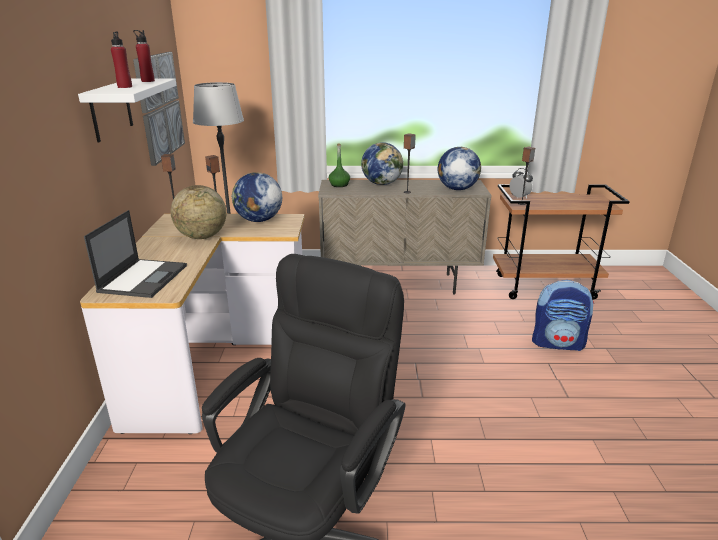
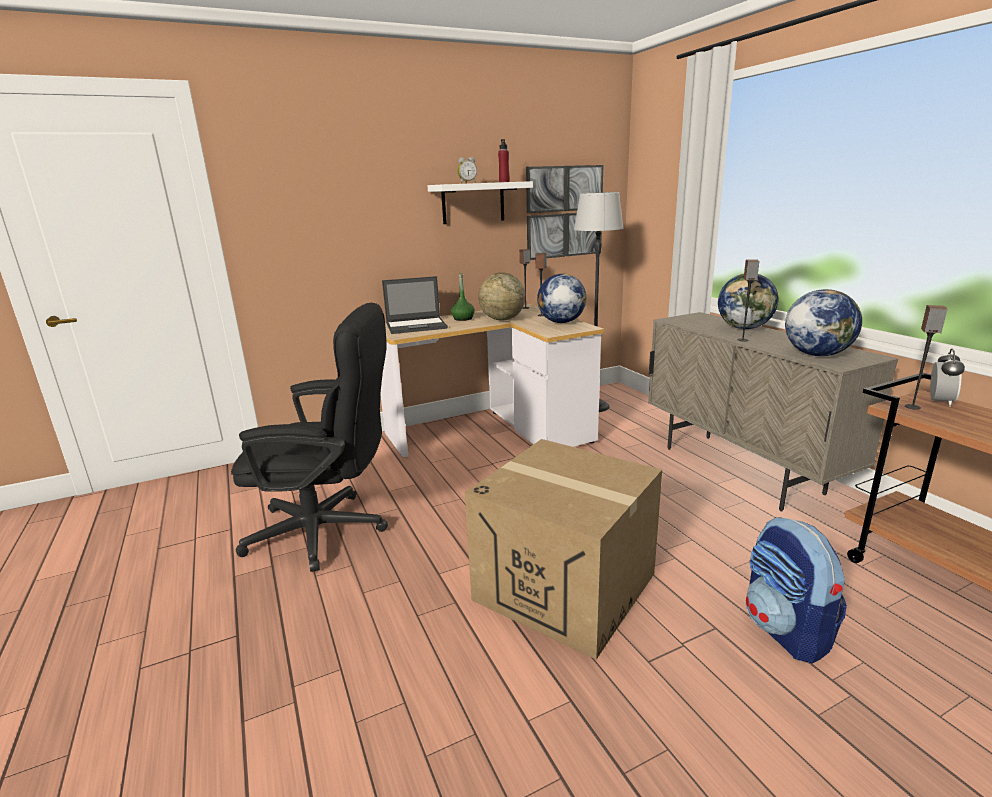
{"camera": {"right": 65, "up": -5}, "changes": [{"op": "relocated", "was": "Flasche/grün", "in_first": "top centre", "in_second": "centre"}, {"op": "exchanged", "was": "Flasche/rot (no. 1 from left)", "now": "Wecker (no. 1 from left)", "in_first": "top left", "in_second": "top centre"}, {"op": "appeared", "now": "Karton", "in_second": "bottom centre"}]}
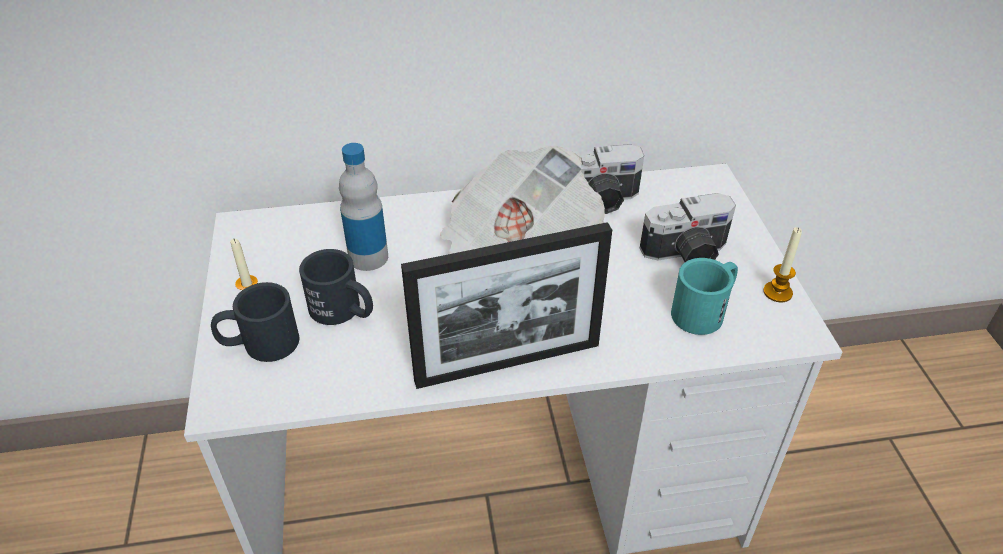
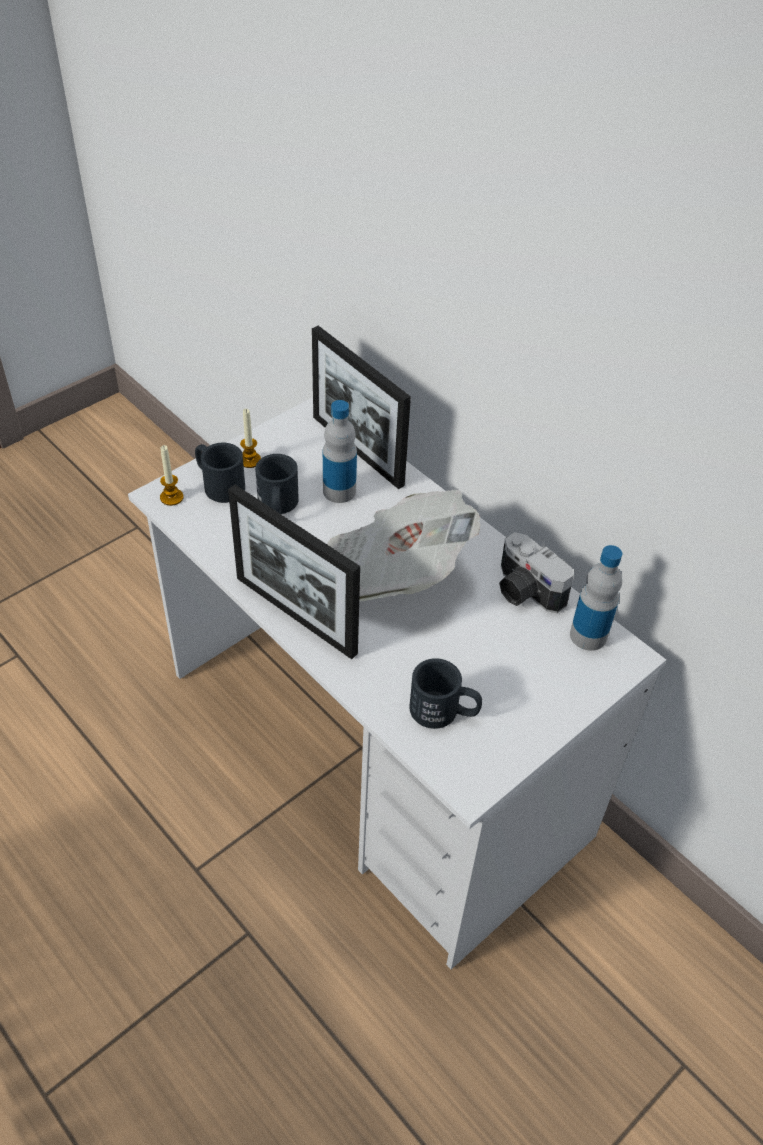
{"camera": {"right": 55, "up": 5}, "changes": [{"op": "relocated", "was": "Kerze (no. 2 from left in the first image)", "now": "Kerze (no. 1 from left)", "in_first": "middle right", "in_second": "middle left"}, {"op": "appeared", "now": "Bilderrahmen (no. 2 from left)", "in_second": "centre"}, {"op": "colour", "was": "Henkelbecher/türkis", "now": "Henkelbecher/schwarz (no. 3 from left)", "in_first": "middle right", "in_second": "centre"}, {"op": "appeared", "now": "Flasche (no. 2 from left)", "in_second": "middle right"}, {"op": "missing", "was": "Kamera (no. 2 from left)", "in_first": "middle right"}]}
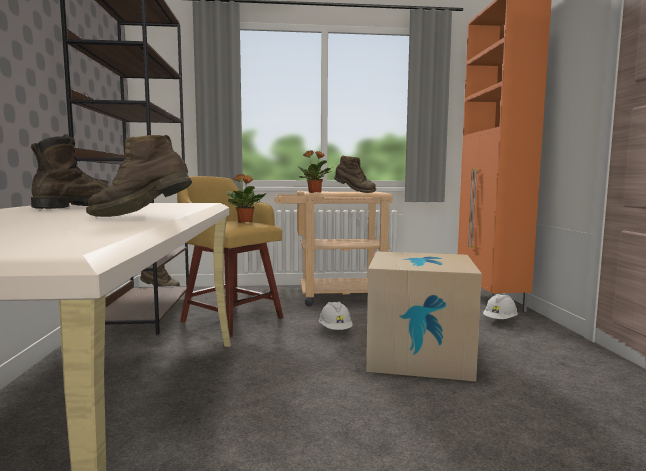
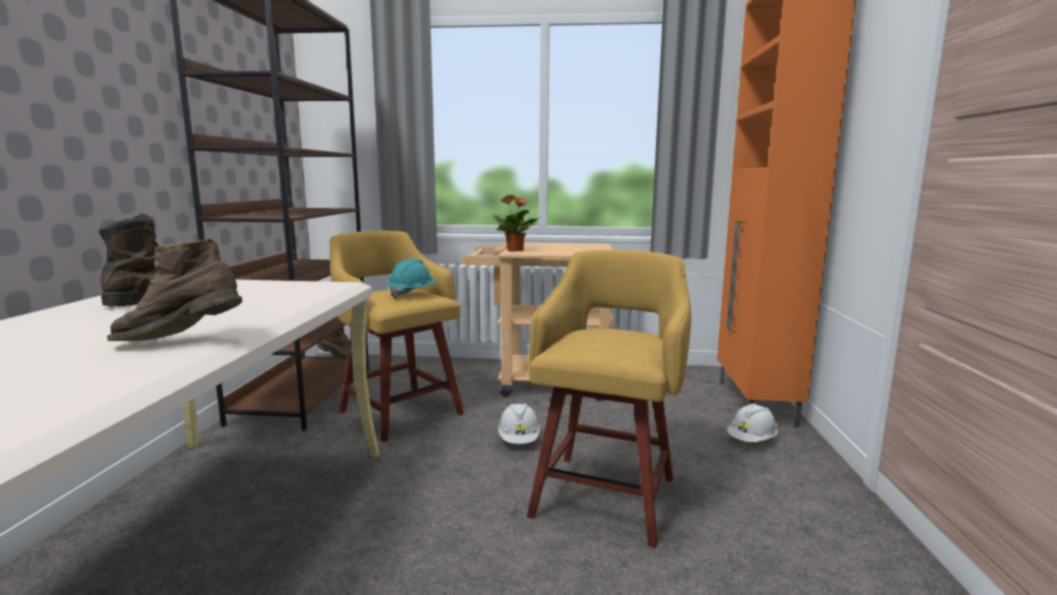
{"camera": {"right": 10, "up": 5}, "changes": [{"op": "exchanged", "was": "Topfpflanze (no. 1 from left)", "now": "Schutzhelm/türkis", "in_first": "centre", "in_second": "centre"}, {"op": "exchanged", "was": "Karton", "now": "Hocker/gelb (no. 2 from left)", "in_first": "bottom centre", "in_second": "bottom centre"}, {"op": "missing", "was": "Stiefel/braun (no. 4 from left)", "in_first": "centre"}]}
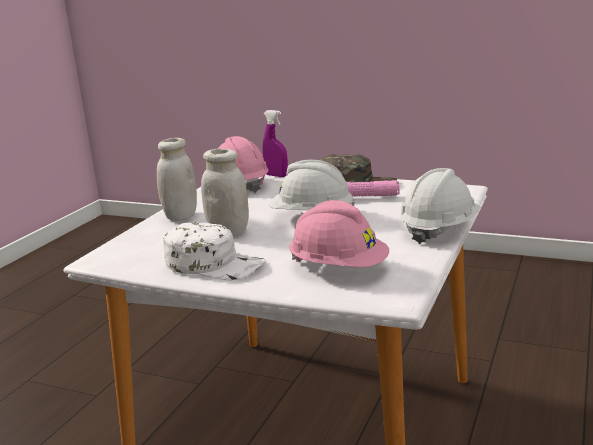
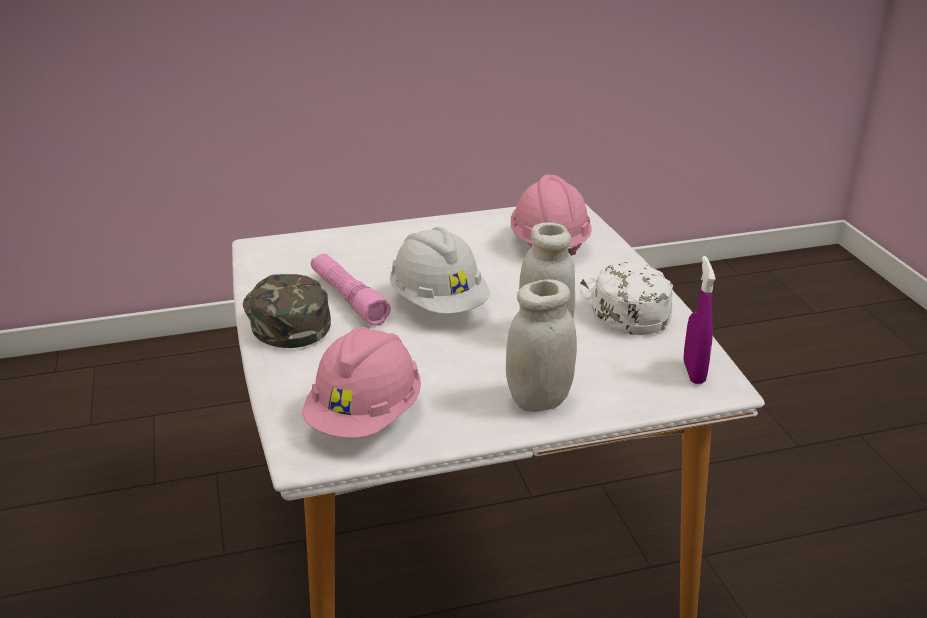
{"camera": {"right": -130, "up": 10}, "changes": [{"op": "relocated", "was": "Sprühflasche/lila", "in_first": "top centre", "in_second": "middle right"}, {"op": "missing", "was": "Schutzhelm/weiß (no. 2 from left)", "in_first": "middle right"}]}
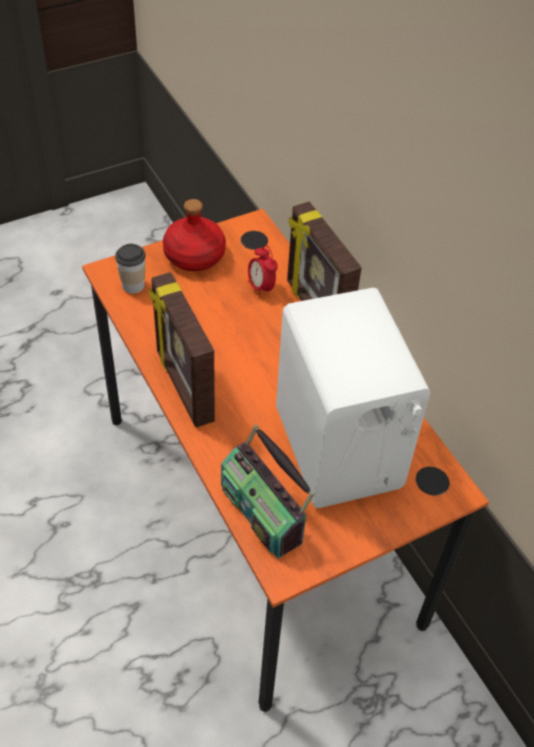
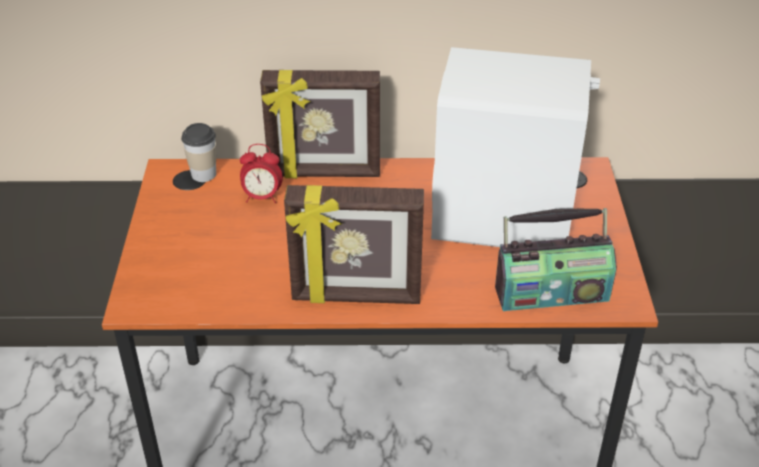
{"camera": {"right": -60, "up": -10}, "changes": [{"op": "relocated", "was": "Tasse", "in_first": "middle left", "in_second": "top left"}, {"op": "missing", "was": "Flasche/rot", "in_first": "top centre"}]}
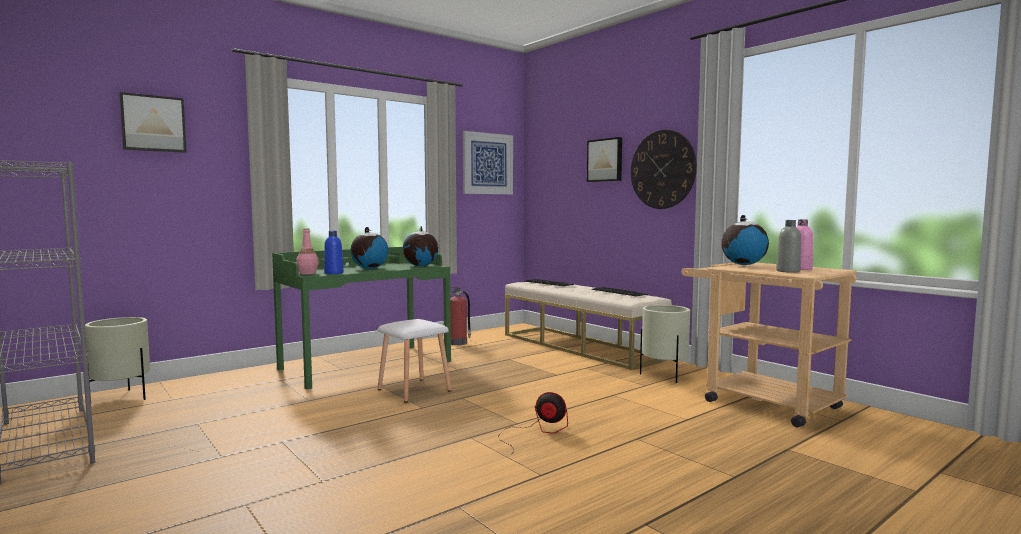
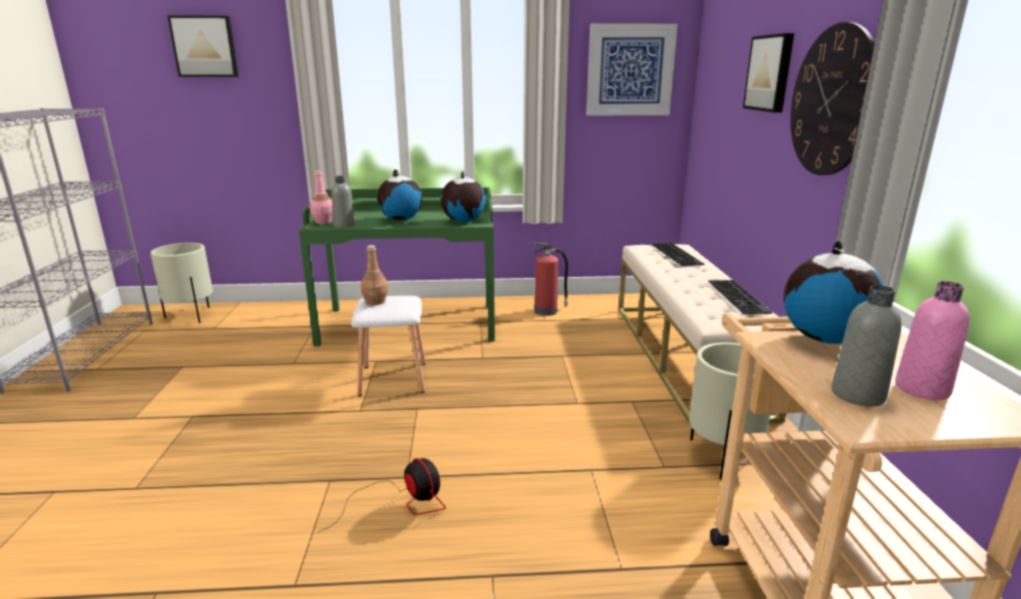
{"camera": {"right": 35, "up": 15}, "changes": [{"op": "colour", "was": "Flasche/blau", "now": "Flasche/grau (no. 1 from left)", "in_first": "middle left", "in_second": "centre"}, {"op": "appeared", "now": "Flasche/braun", "in_second": "centre"}]}
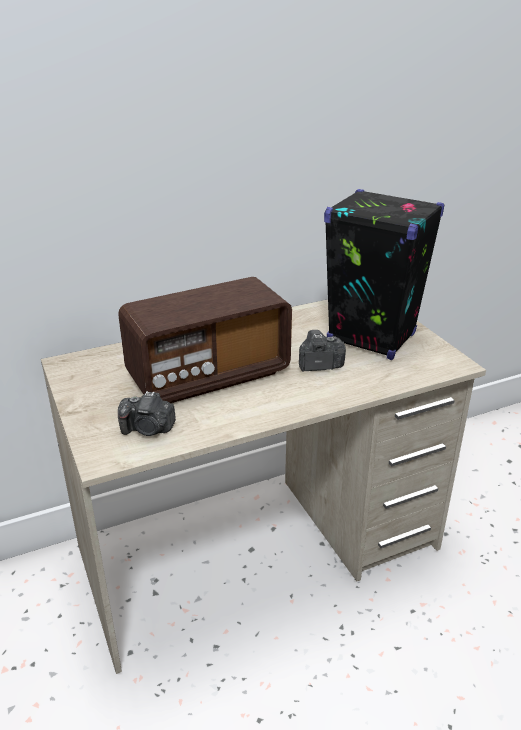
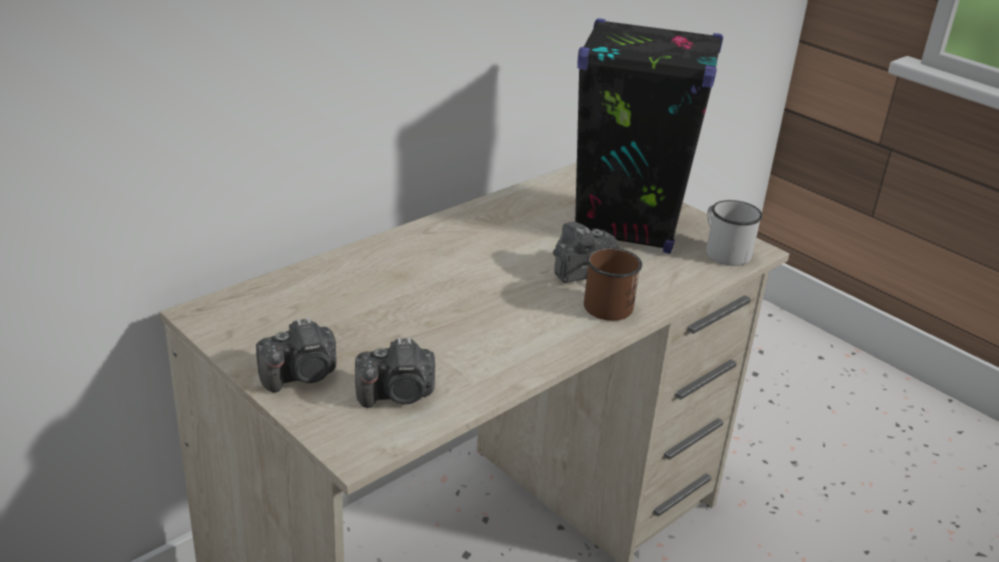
{"camera": {"right": -20, "up": 0}, "changes": [{"op": "appeared", "now": "Kamera (no. 1 from left)", "in_second": "middle left"}, {"op": "appeared", "now": "Henkelbecher/braun", "in_second": "centre"}, {"op": "appeared", "now": "Henkelbecher/weiß", "in_second": "middle right"}, {"op": "missing", "was": "Radio", "in_first": "centre"}]}
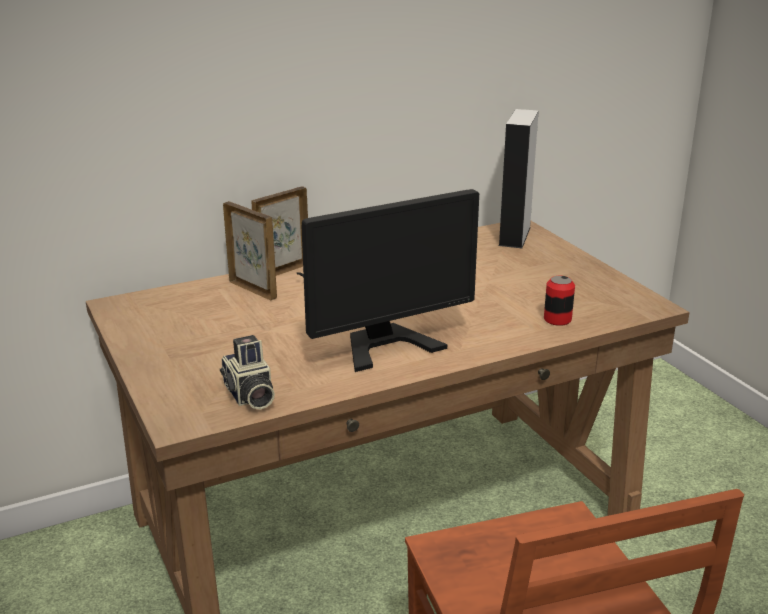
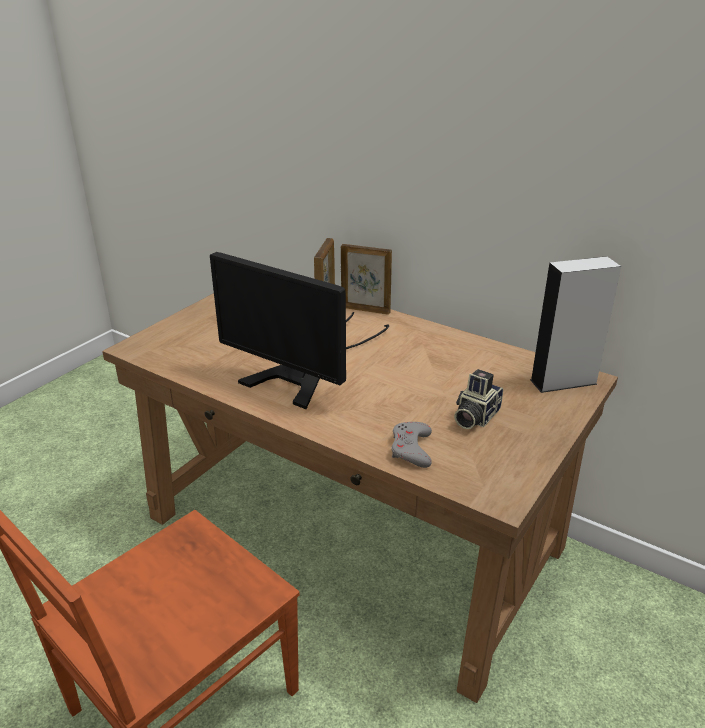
{"camera": {"right": 60, "up": 5}, "changes": [{"op": "exchanged", "was": "Dose", "now": "Gamepad/grau", "in_first": "middle right", "in_second": "centre"}, {"op": "relocated", "was": "Kamera", "in_first": "middle left", "in_second": "middle right"}]}
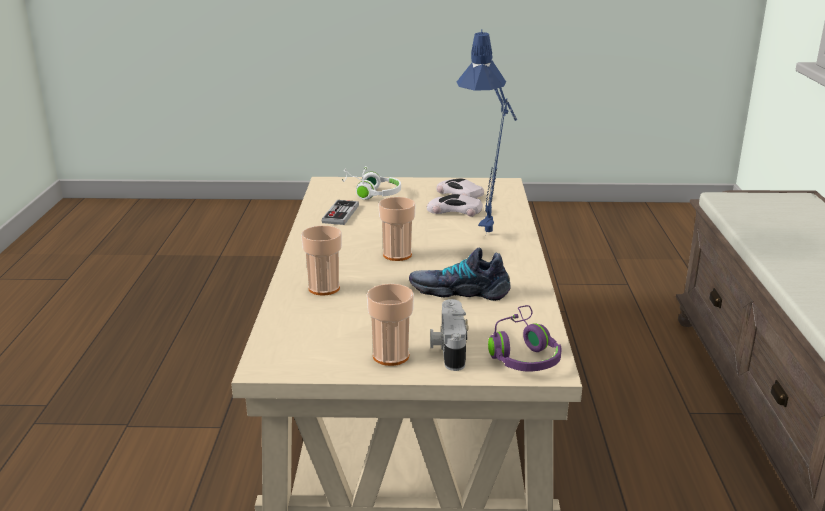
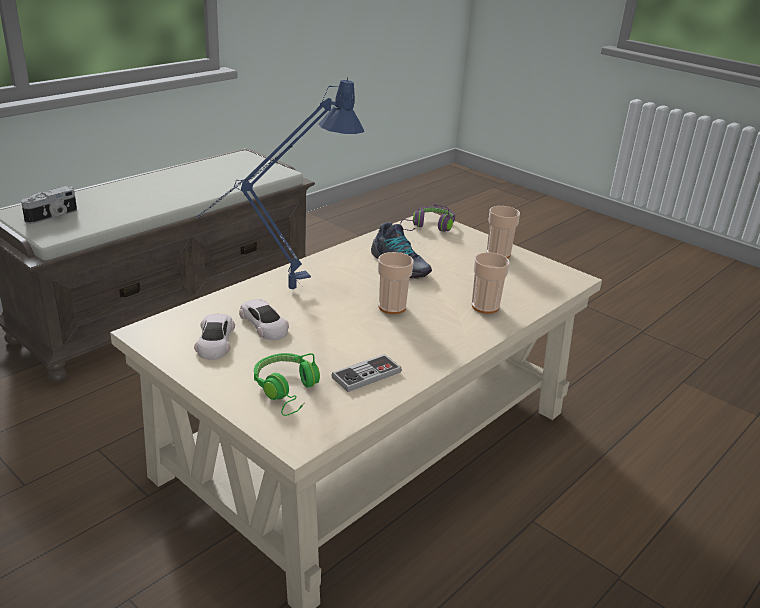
{"camera": {"right": -140, "up": 5}, "changes": [{"op": "relocated", "was": "Kamera", "in_first": "centre", "in_second": "middle left"}, {"op": "colour", "was": "Kopfhörer/weiß", "now": "Kopfhörer/grün", "in_first": "centre", "in_second": "centre"}]}
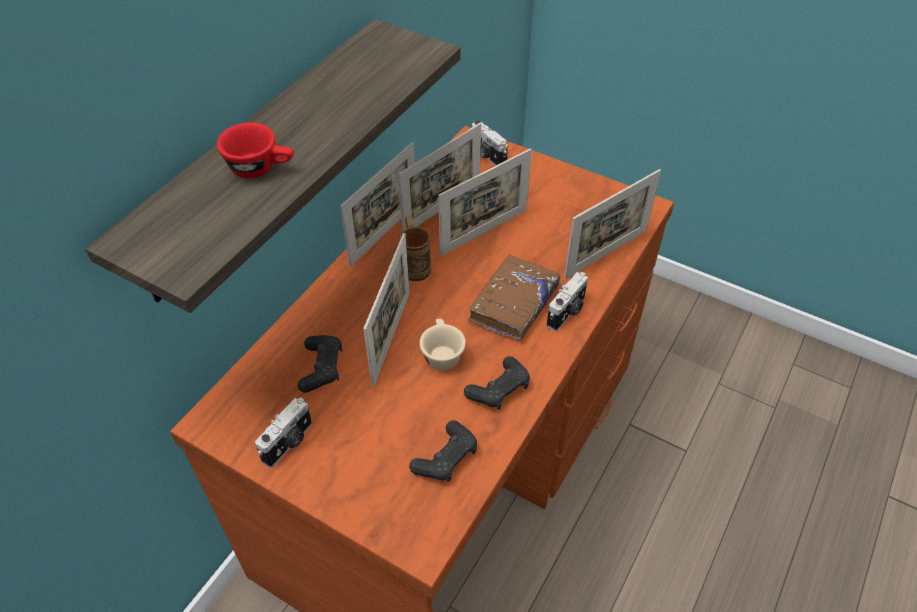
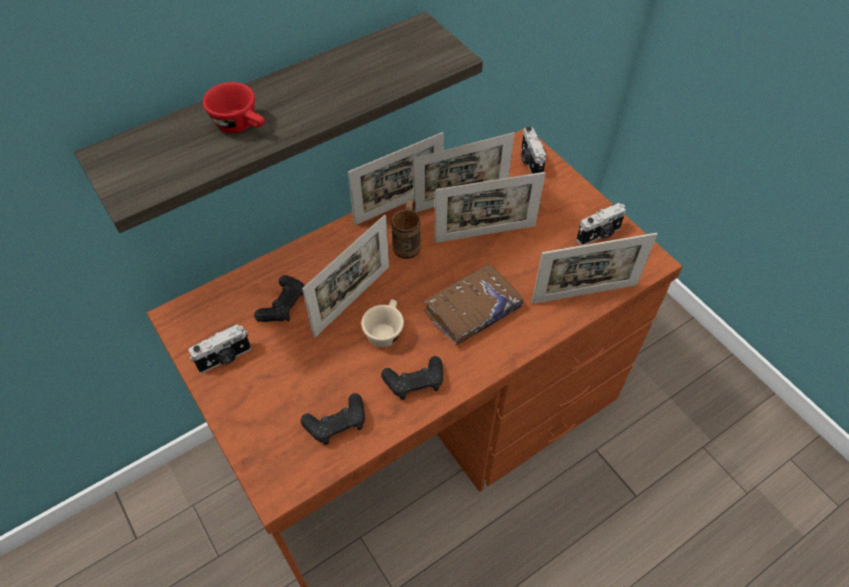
{"camera": {"right": 25, "up": 5}, "changes": [{"op": "relocated", "was": "Kamera (no. 3 from left)", "in_first": "centre", "in_second": "middle right"}]}
